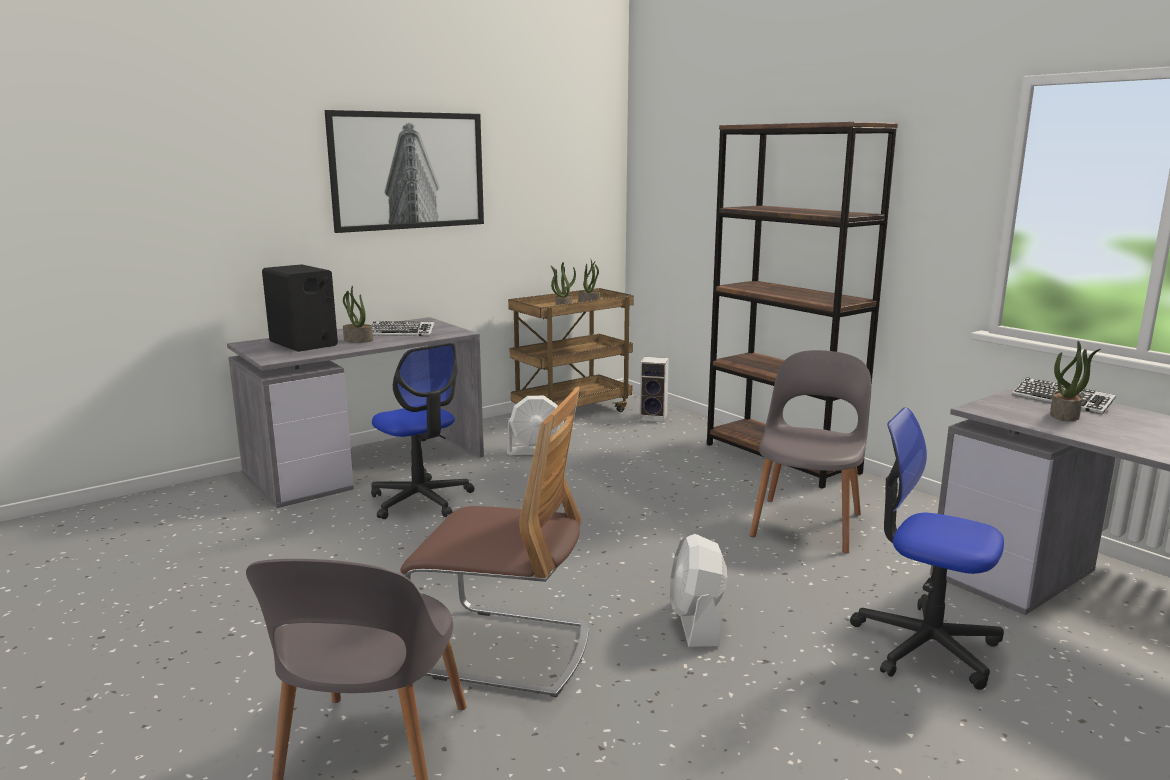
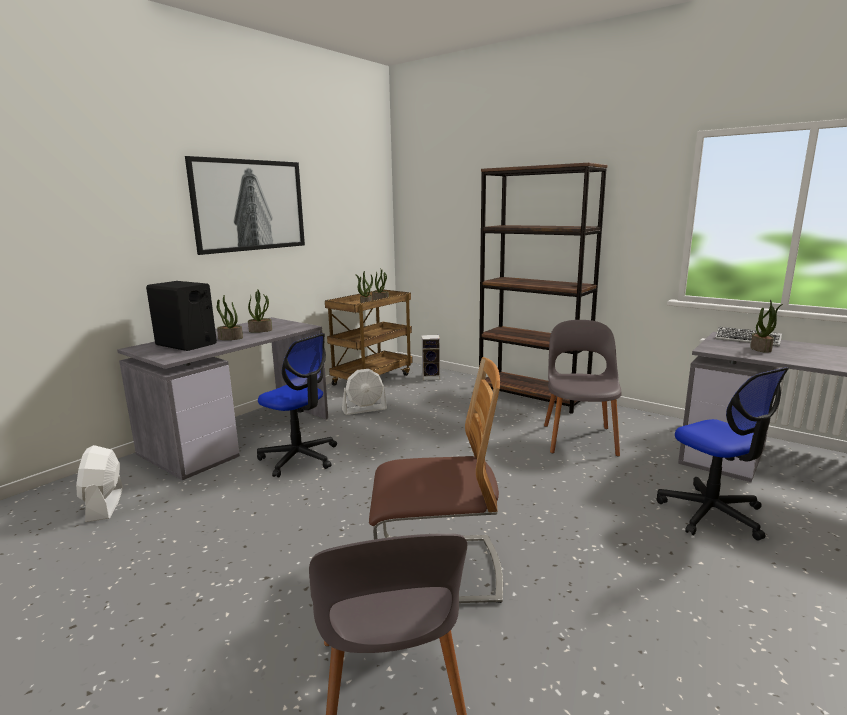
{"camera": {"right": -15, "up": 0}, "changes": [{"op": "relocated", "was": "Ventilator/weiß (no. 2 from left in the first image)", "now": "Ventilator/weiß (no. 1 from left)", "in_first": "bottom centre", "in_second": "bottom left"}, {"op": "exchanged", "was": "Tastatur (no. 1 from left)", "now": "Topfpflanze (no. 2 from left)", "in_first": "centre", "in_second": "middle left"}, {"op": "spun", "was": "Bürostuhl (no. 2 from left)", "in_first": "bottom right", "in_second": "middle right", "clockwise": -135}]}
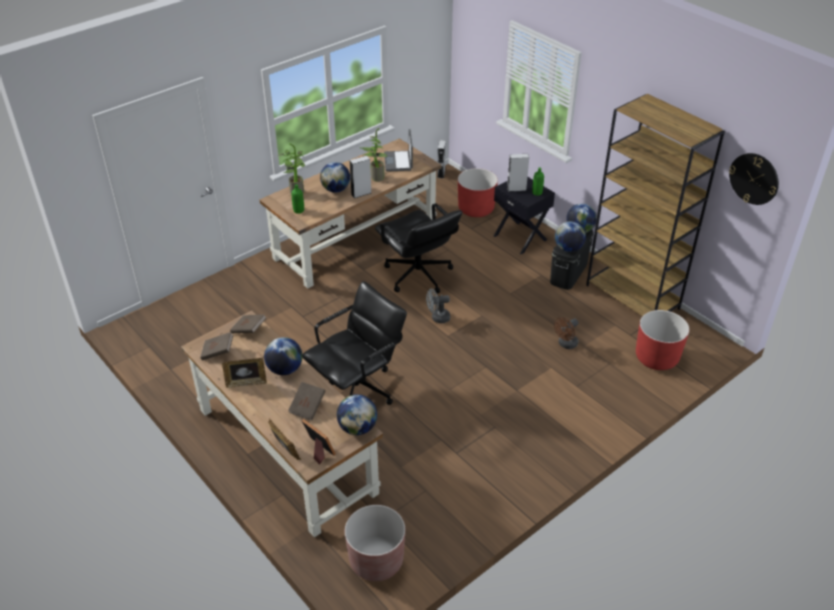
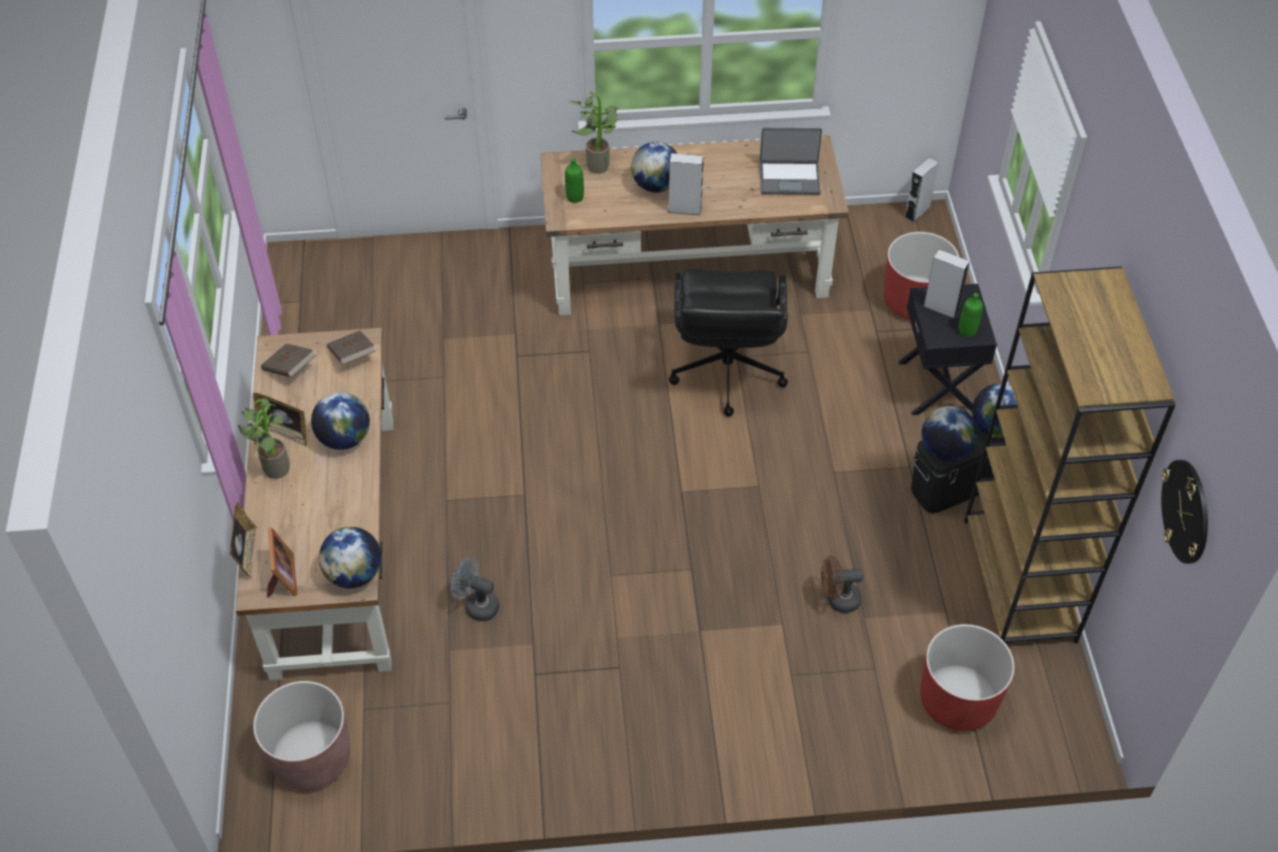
{"camera": {"right": 35, "up": 10}, "changes": [{"op": "relocated", "was": "Topfpflanze (no. 2 from left in the first image)", "now": "Topfpflanze (no. 1 from left)", "in_first": "top centre", "in_second": "middle left"}, {"op": "relocated", "was": "Ventilator/grau", "in_first": "centre", "in_second": "bottom centre"}, {"op": "spun", "was": "Laptop", "in_first": "top centre", "in_second": "top centre", "clockwise": -120}, {"op": "missing", "was": "Buch/braun (no. 3 from left)", "in_first": "centre"}, {"op": "missing", "was": "Bürostuhl/schwarz (no. 1 from left)", "in_first": "centre"}]}
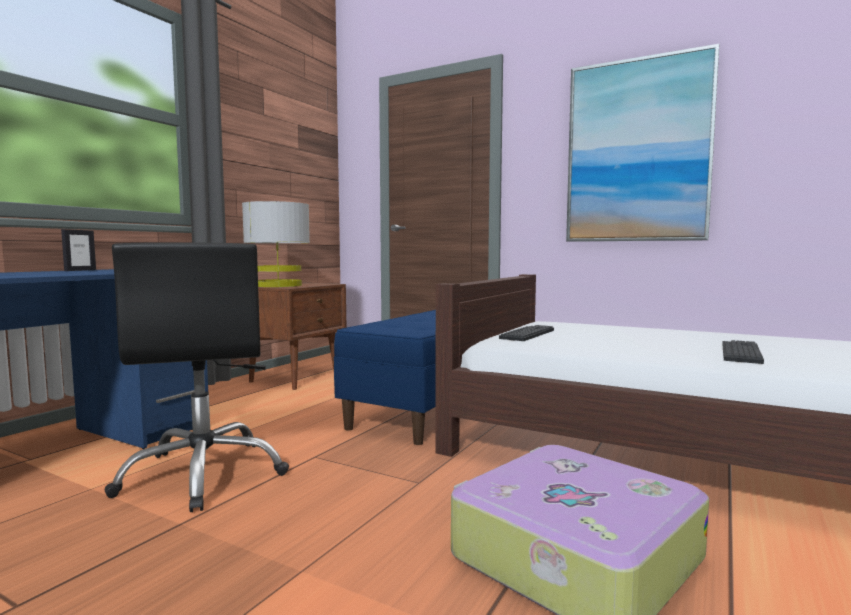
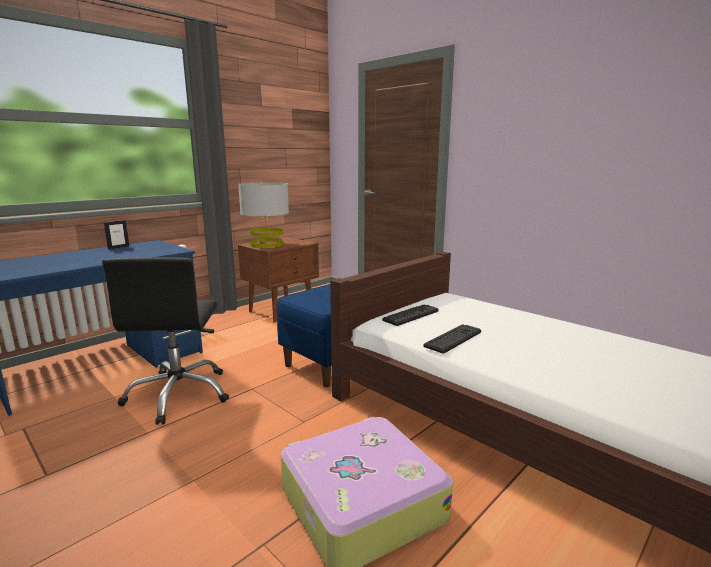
{"camera": {"right": 15, "up": 10}, "changes": [{"op": "relocated", "was": "Tastatur (no. 2 from left)", "in_first": "middle right", "in_second": "centre"}, {"op": "missing", "was": "Bild", "in_first": "top right"}]}
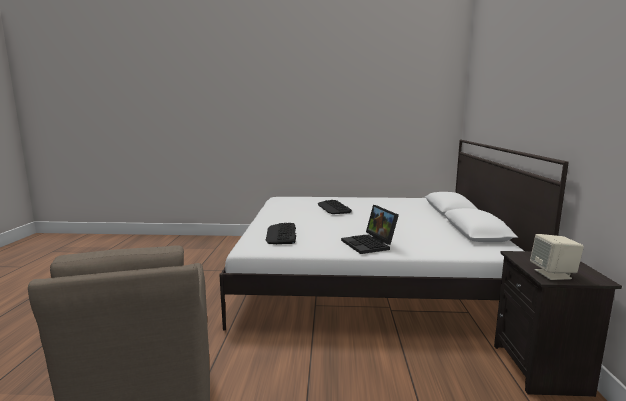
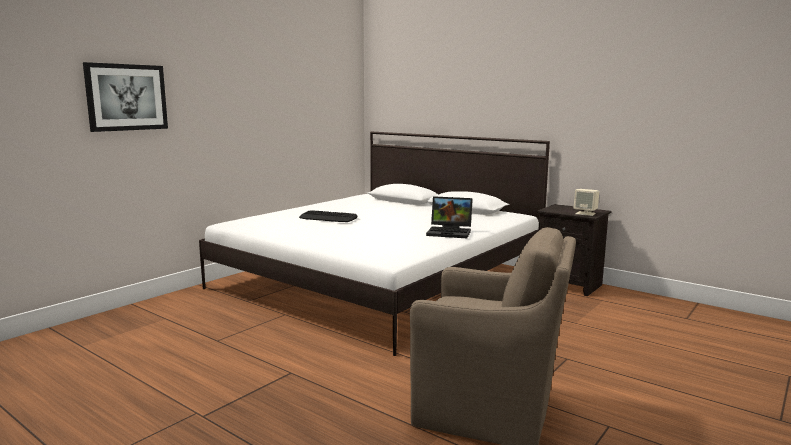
{"camera": {"right": -55, "up": 0}, "changes": [{"op": "appeared", "now": "Bild", "in_second": "top left"}, {"op": "missing", "was": "Tastatur (no. 1 from left)", "in_first": "centre"}]}
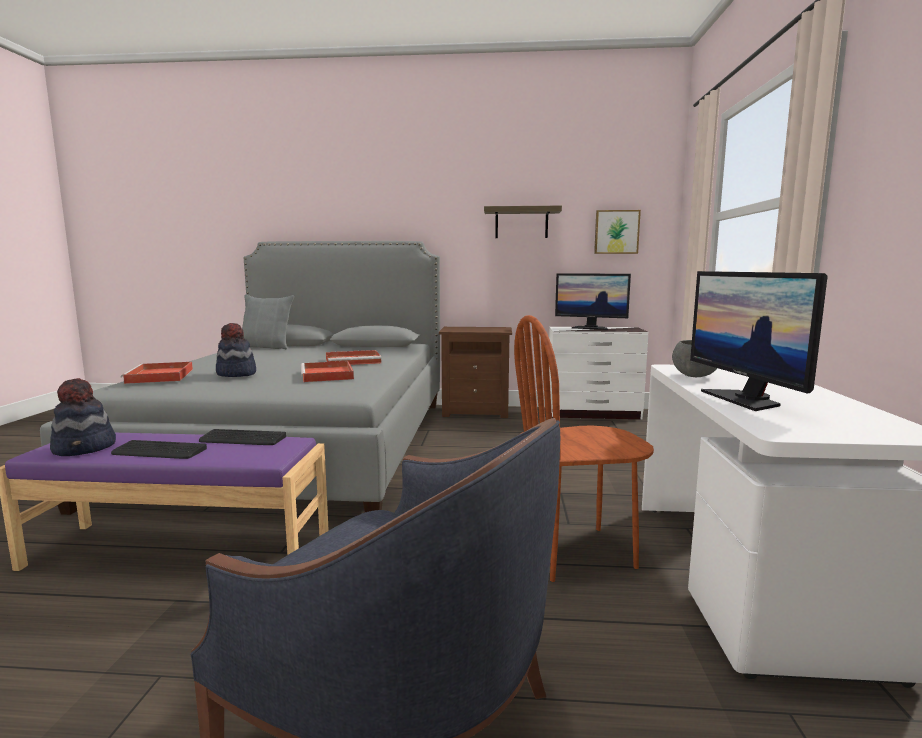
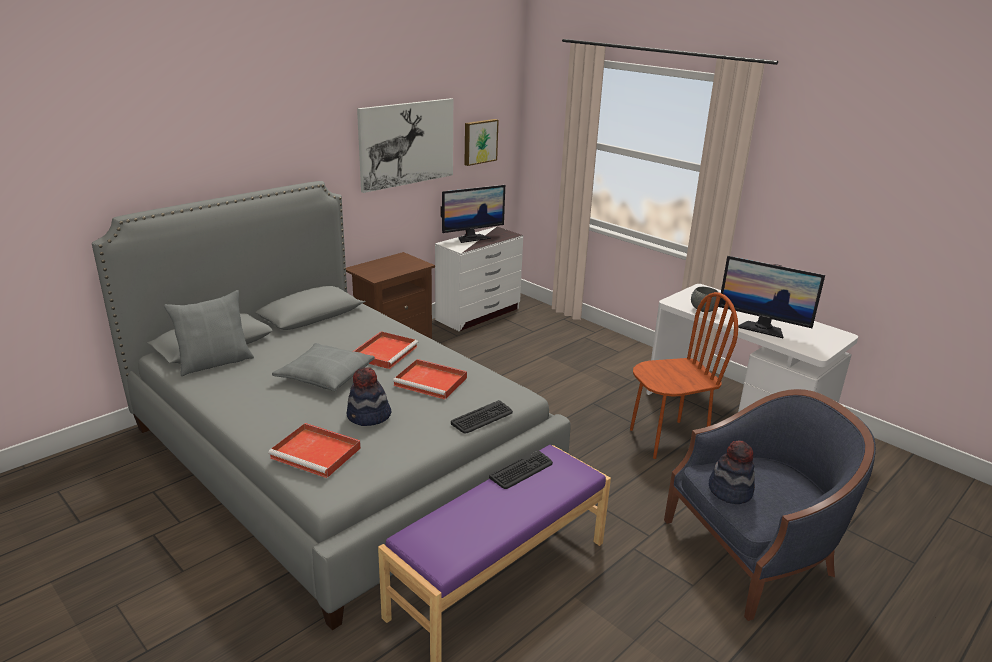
{"camera": {"right": -50, "up": 15}, "changes": [{"op": "appeared", "now": "Kissen/grau (no. 2 from left)", "in_second": "middle left"}, {"op": "exchanged", "was": "Wandregal", "now": "Bild (no. 1 from left)", "in_first": "top centre", "in_second": "top centre"}, {"op": "relocated", "was": "Tastatur (no. 1 from left)", "in_first": "middle left", "in_second": "centre"}, {"op": "spun", "was": "Stuhl/braun", "in_first": "centre", "in_second": "middle right", "clockwise": -135}, {"op": "relocated", "was": "Hut (no. 1 from left in the first image)", "now": "Hut (no. 2 from left)", "in_first": "middle left", "in_second": "bottom right"}]}
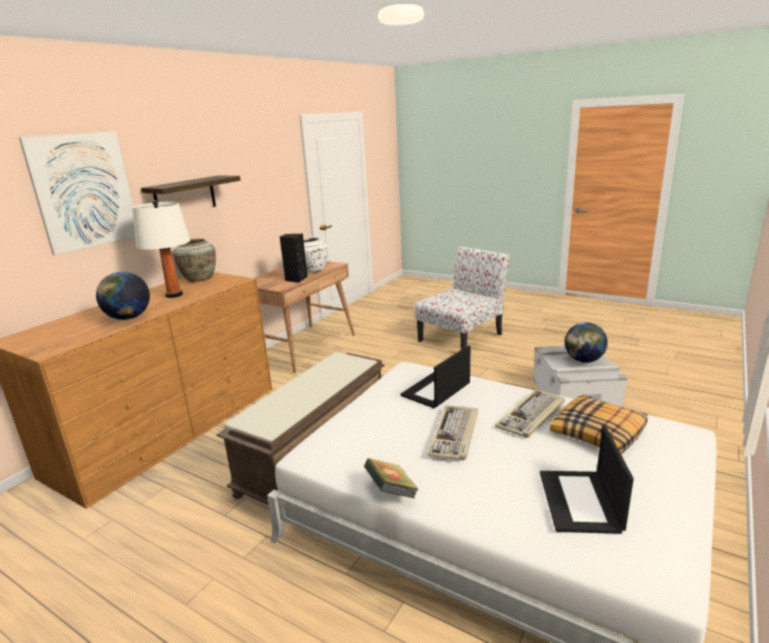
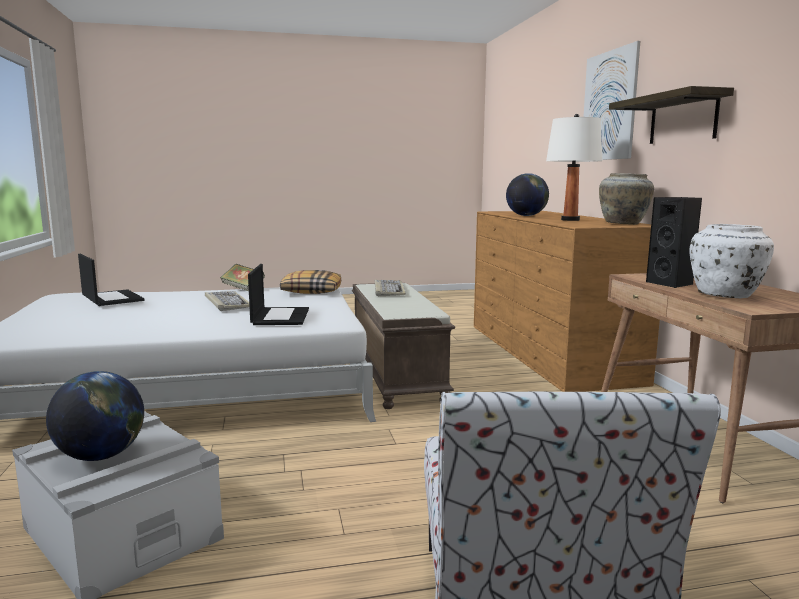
{"camera": {"right": 135, "up": -10}, "changes": [{"op": "relocated", "was": "Kissen", "in_first": "middle right", "in_second": "centre"}, {"op": "relocated", "was": "Tastatur (no. 2 from left)", "in_first": "middle right", "in_second": "centre"}]}
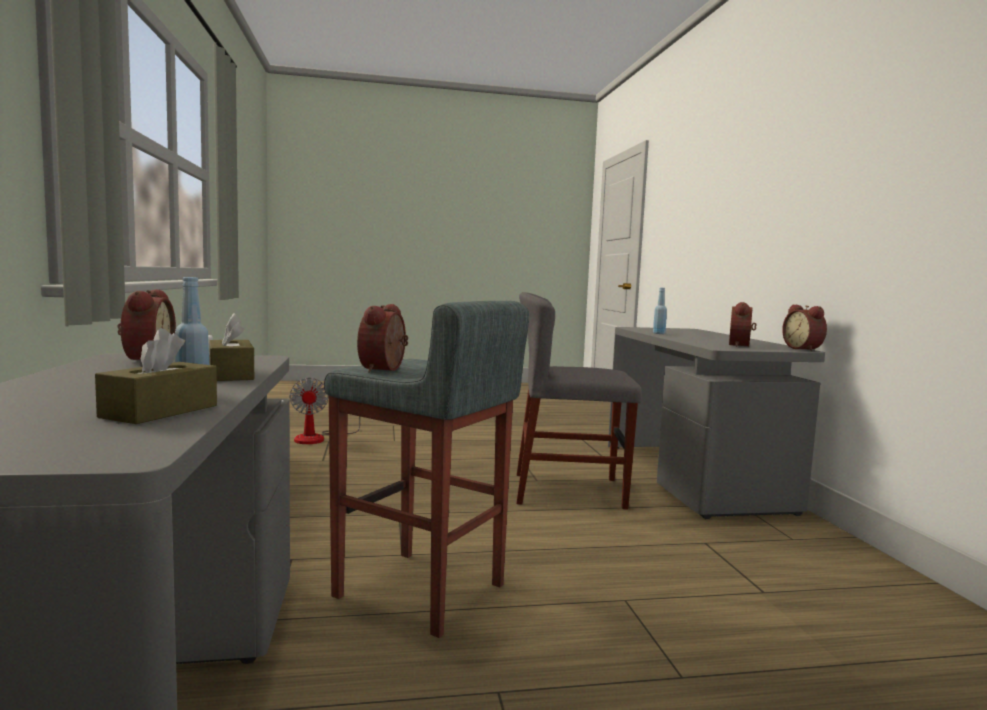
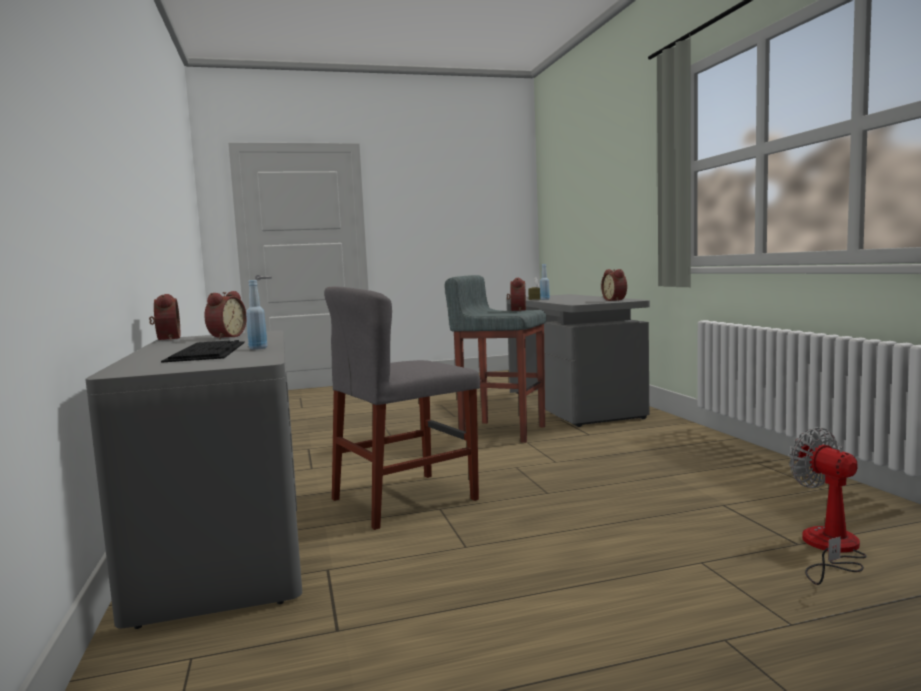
{"camera": {"right": 175, "up": 0}, "changes": [{"op": "appeared", "now": "Tastatur", "in_second": "middle left"}, {"op": "spun", "was": "Stuhl/grau", "in_first": "centre", "in_second": "centre", "clockwise": 150}, {"op": "missing", "was": "Taschentuchbox/braun (no. 2 from left)", "in_first": "middle left"}]}
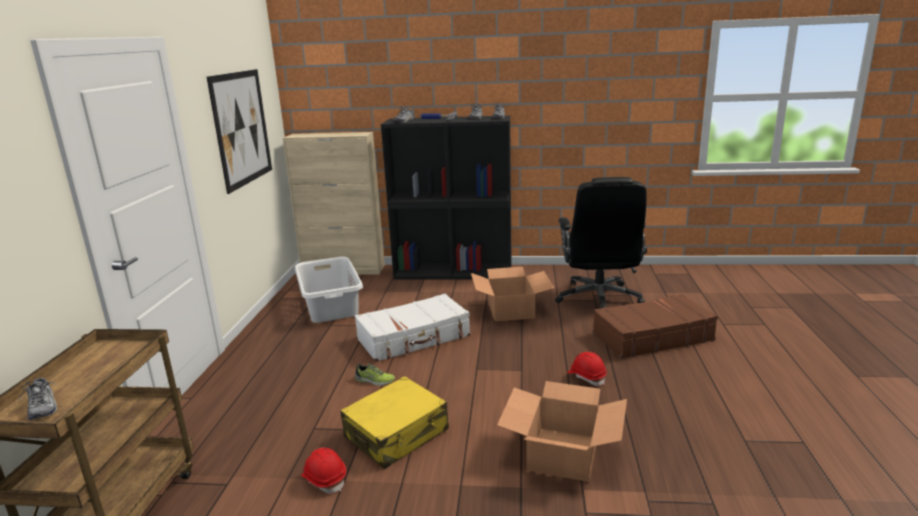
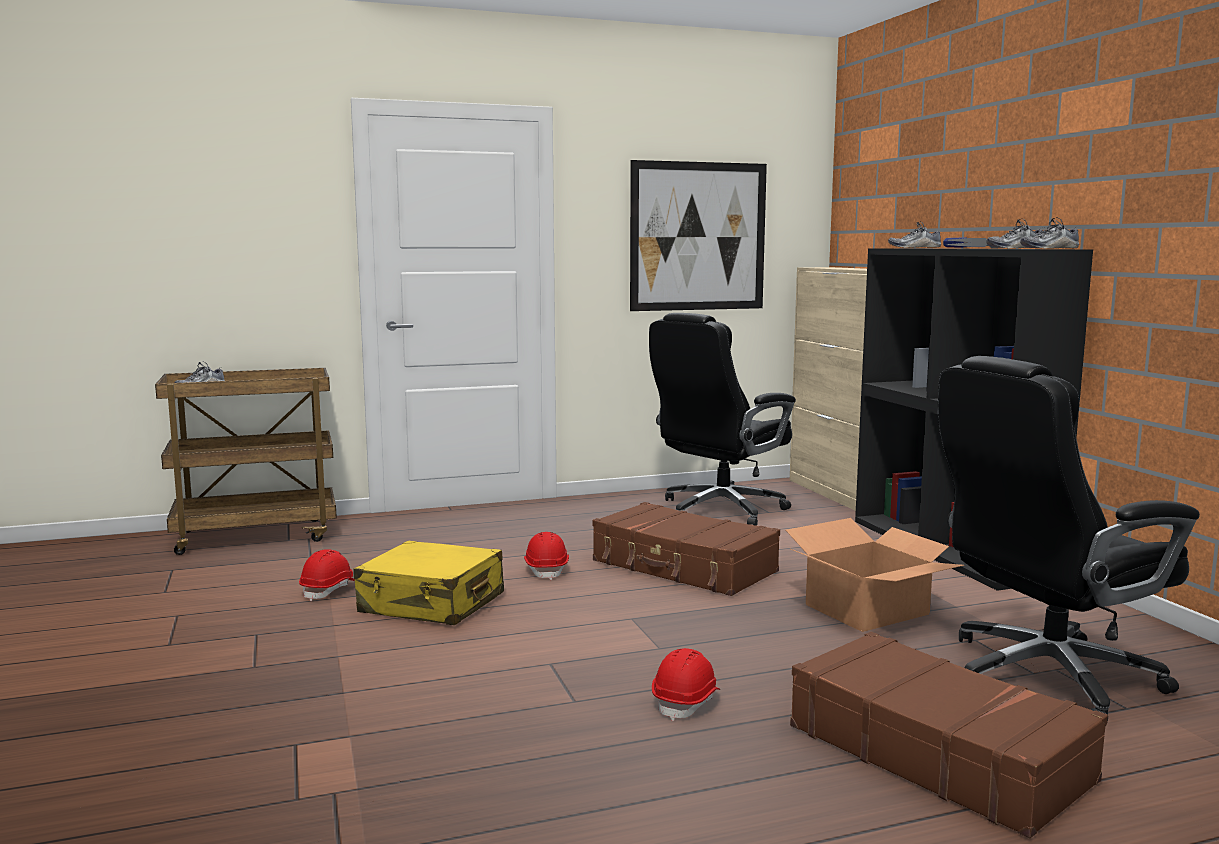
{"camera": {"right": 65, "up": -10}, "changes": [{"op": "exchanged", "was": "Schuh (no. 2 from left)", "now": "Schutzhelm/rot (no. 2 from left)", "in_first": "bottom centre", "in_second": "centre"}, {"op": "colour", "was": "Koffer/weiß", "now": "Koffer/braun (no. 1 from left)", "in_first": "centre", "in_second": "centre"}, {"op": "exchanged", "was": "Wäschekorb/weiß", "now": "Bürostuhl/schwarz (no. 1 from left)", "in_first": "centre", "in_second": "centre"}, {"op": "missing", "was": "Karton (no. 2 from left)", "in_first": "bottom centre"}]}
